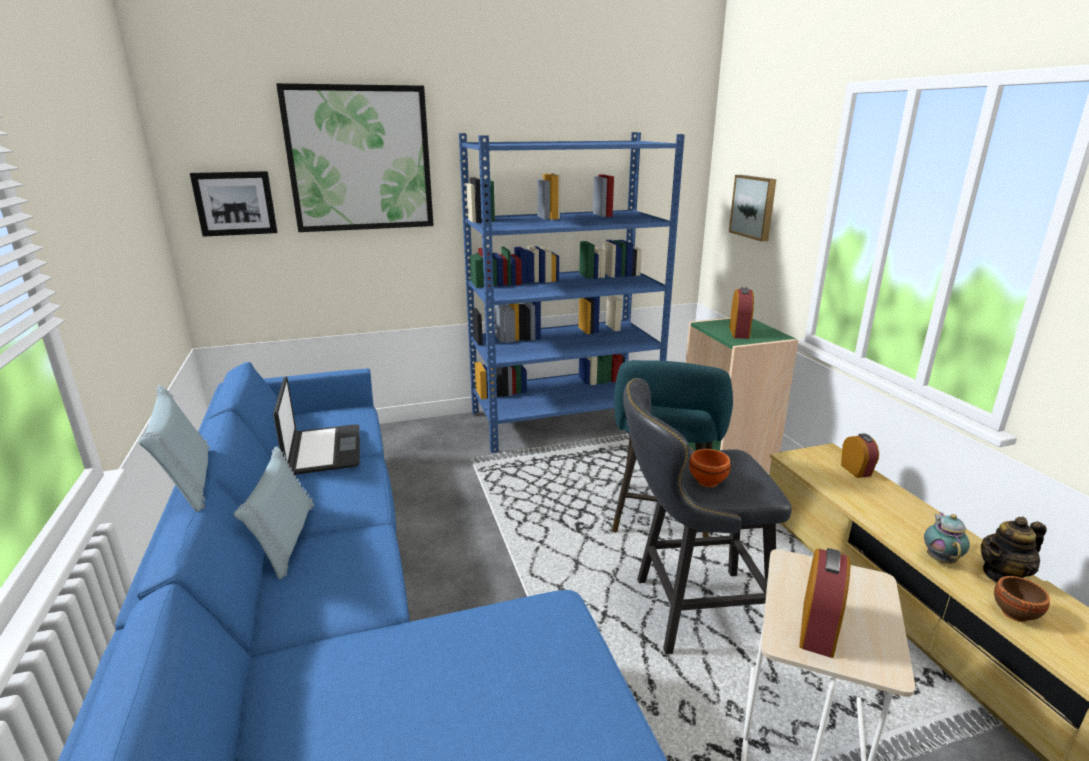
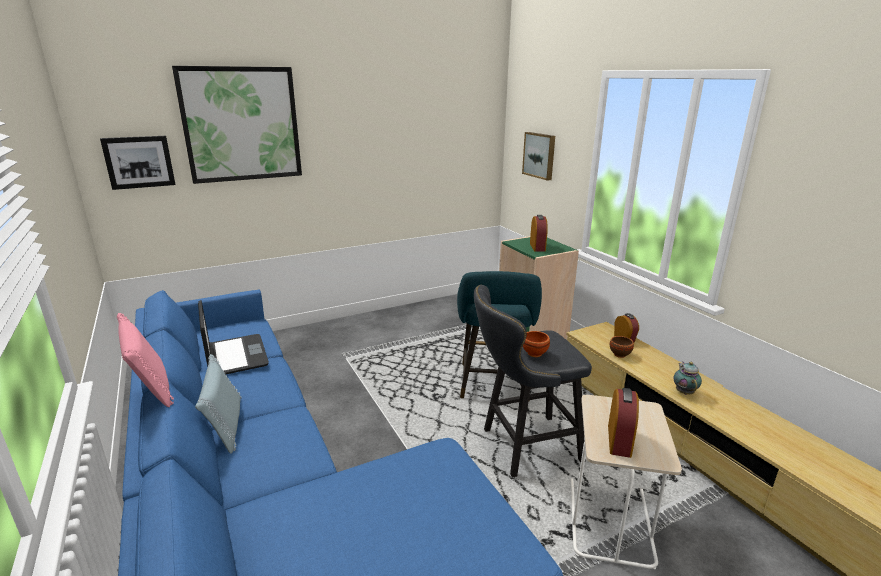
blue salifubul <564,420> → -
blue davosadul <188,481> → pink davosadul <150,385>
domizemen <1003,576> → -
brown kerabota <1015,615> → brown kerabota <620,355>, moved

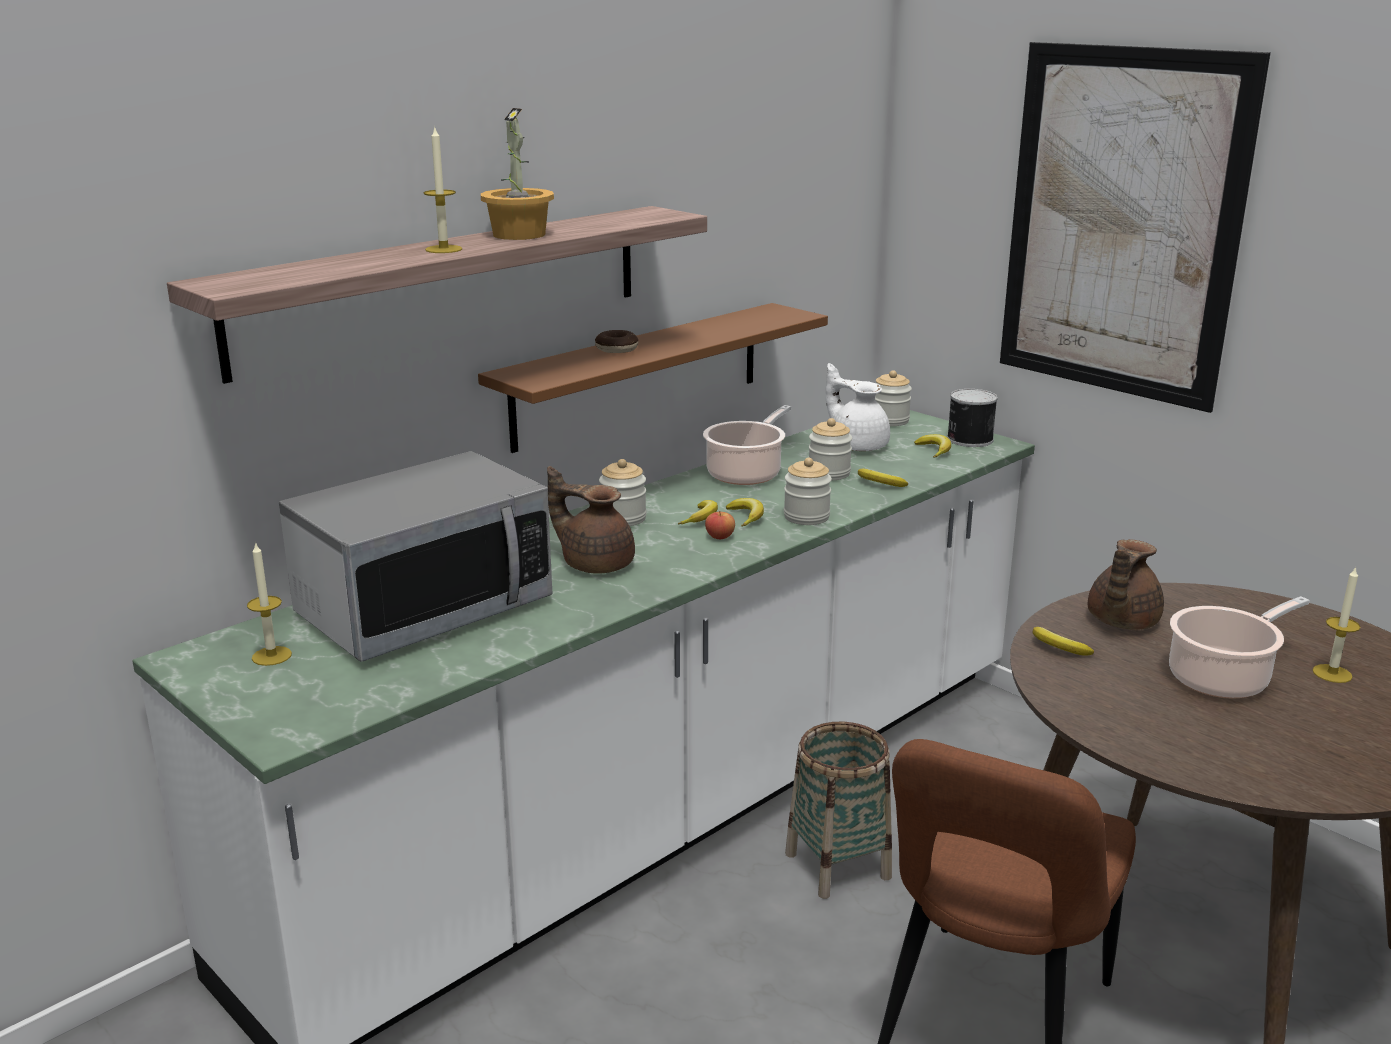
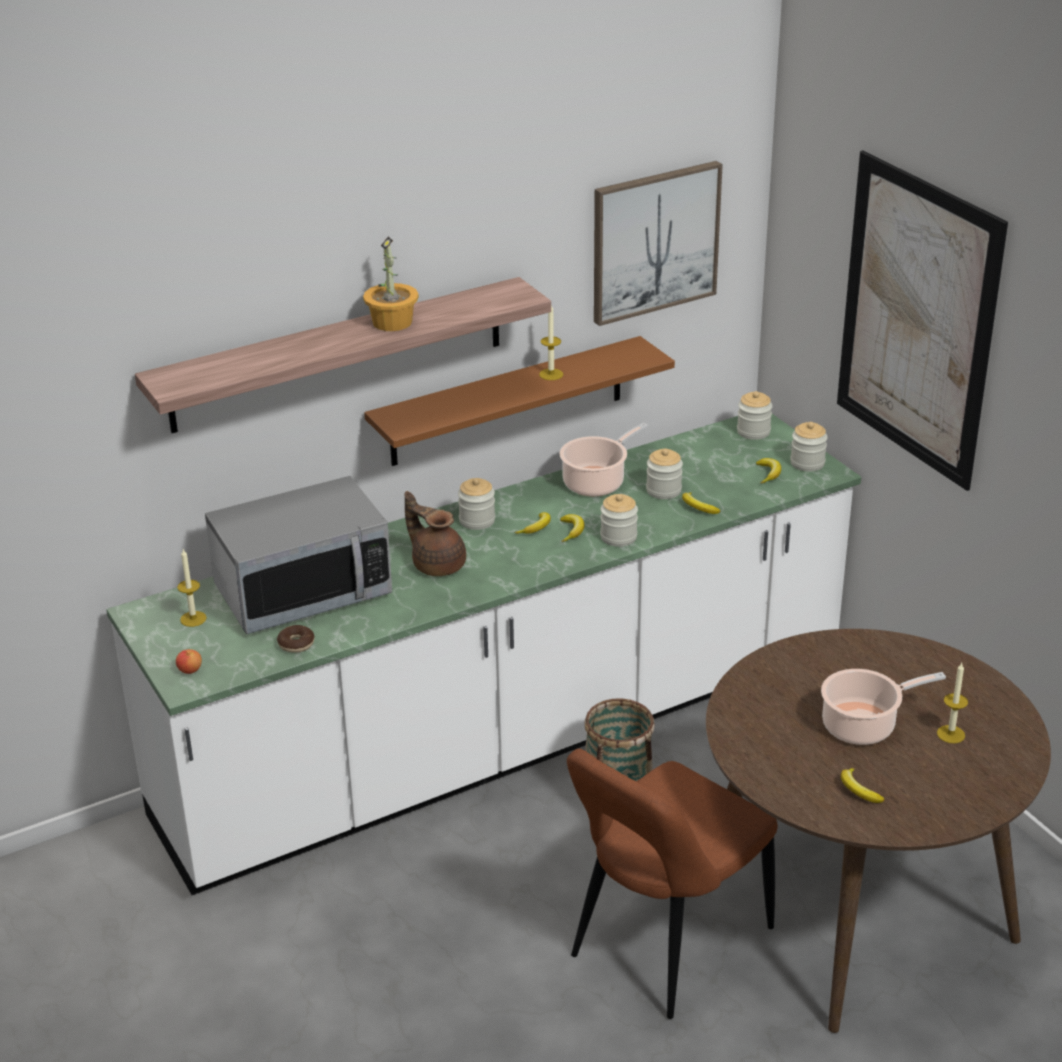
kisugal <443,249> → kisugal <551,374>, moved
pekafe <616,349> → pekafe <296,644>, moved
white domizemen <857,445> → -
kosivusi <968,439> → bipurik <807,463>
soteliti <720,537> → soteliti <190,670>, moved
brown domizemen <1120,621> → -
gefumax <1058,647> → gefumax <858,790>, moved
- → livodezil <654,241>

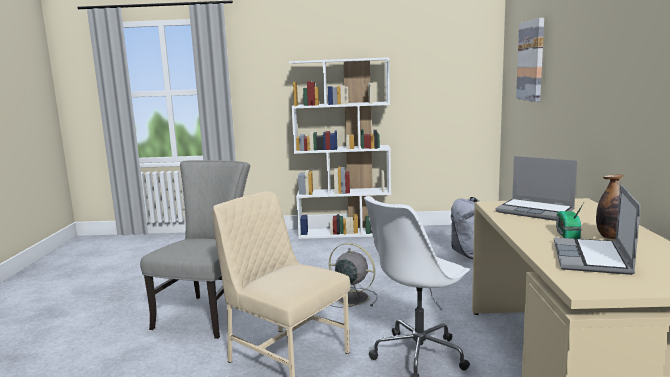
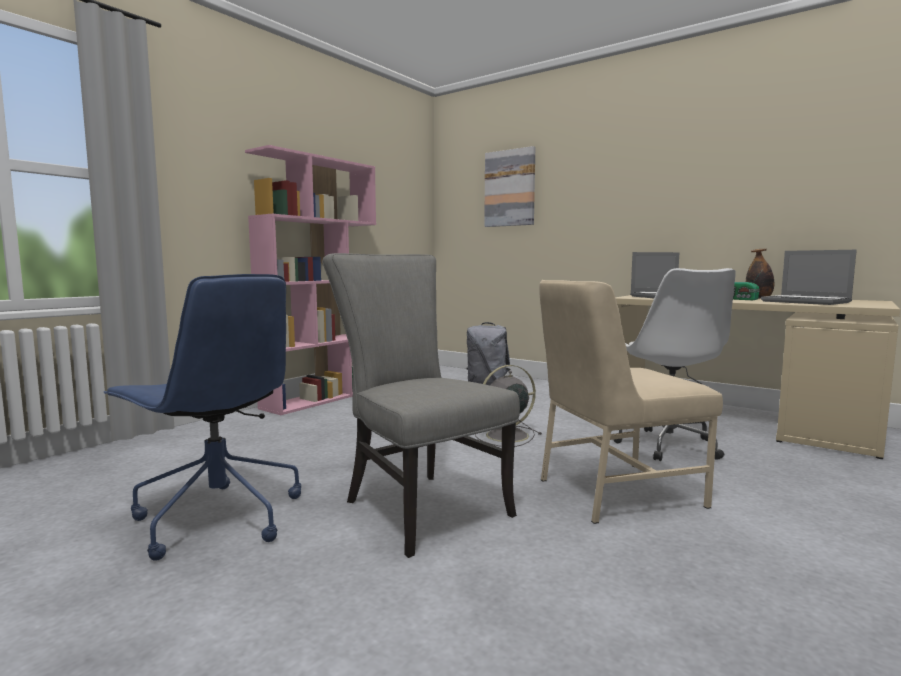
white salifubul <345,233> → pink salifubul <322,398>
- → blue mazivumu <214,517>

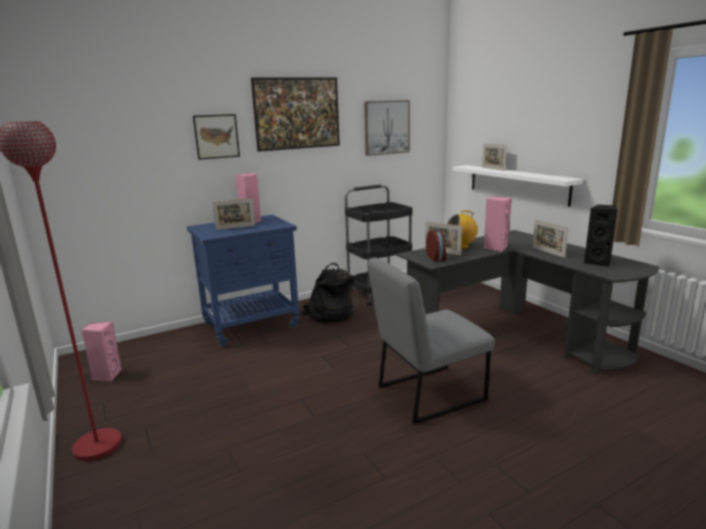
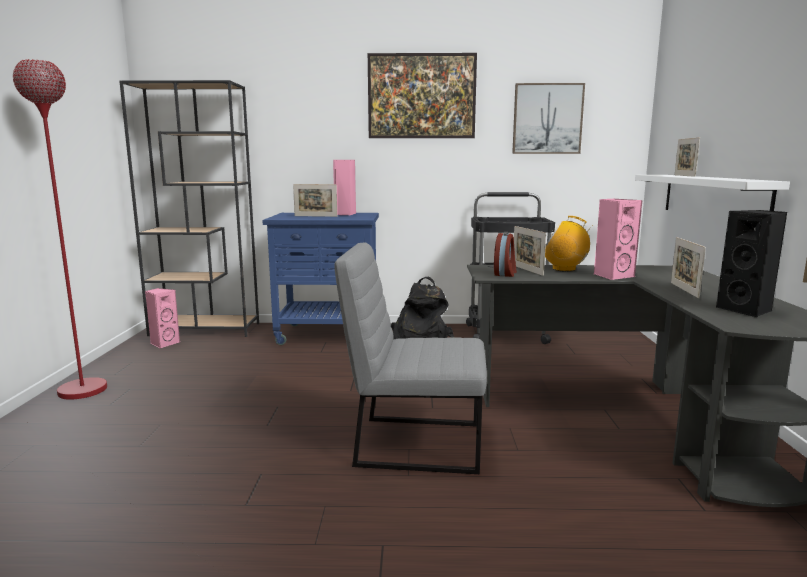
livodezil <216,136> → -
- → salifubul <206,329>

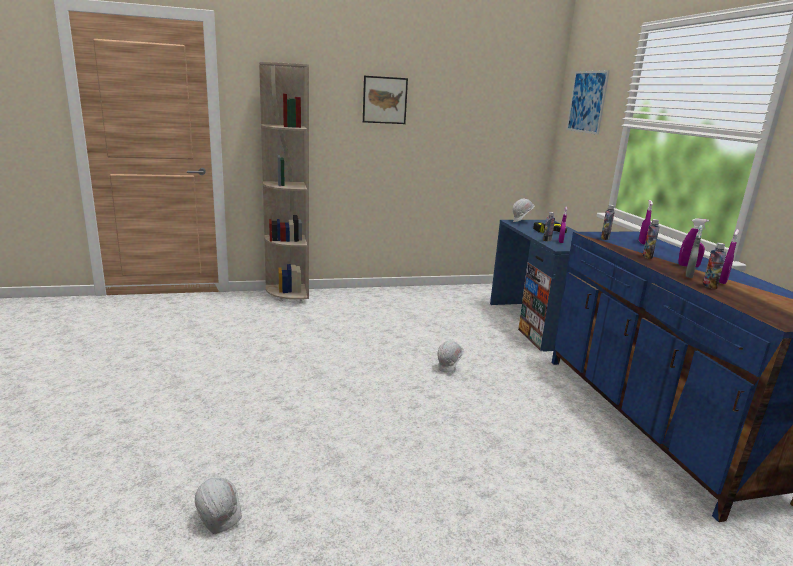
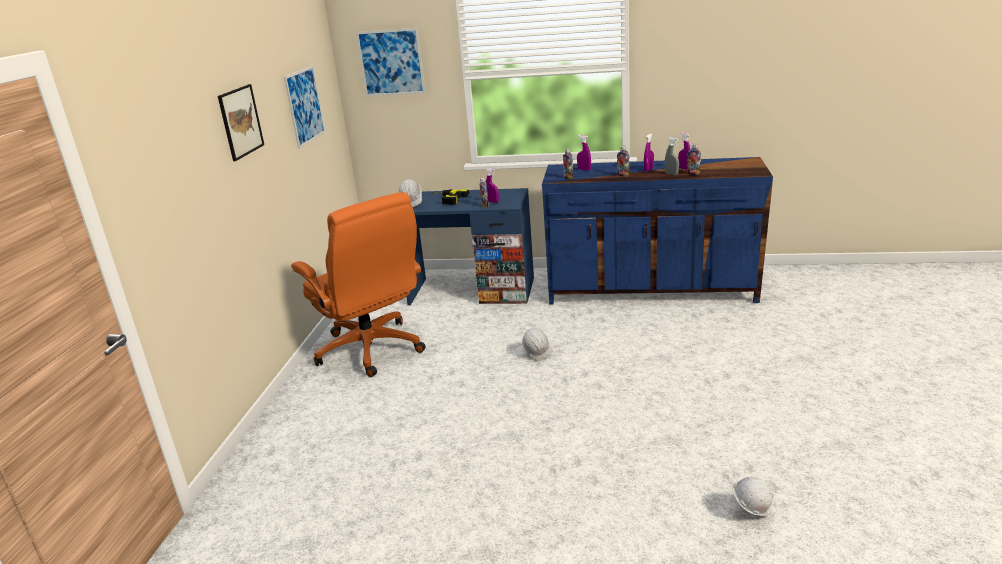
beige salifubul <288,297> → -
- → livodezil <305,106>
- → orange mazivumu <373,352>

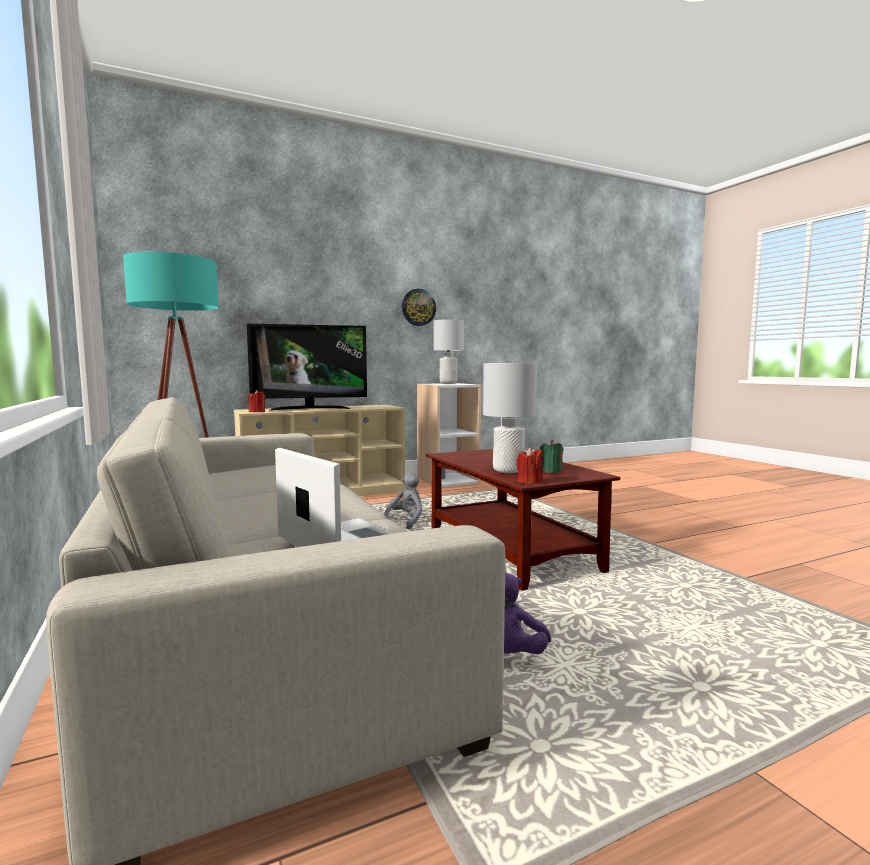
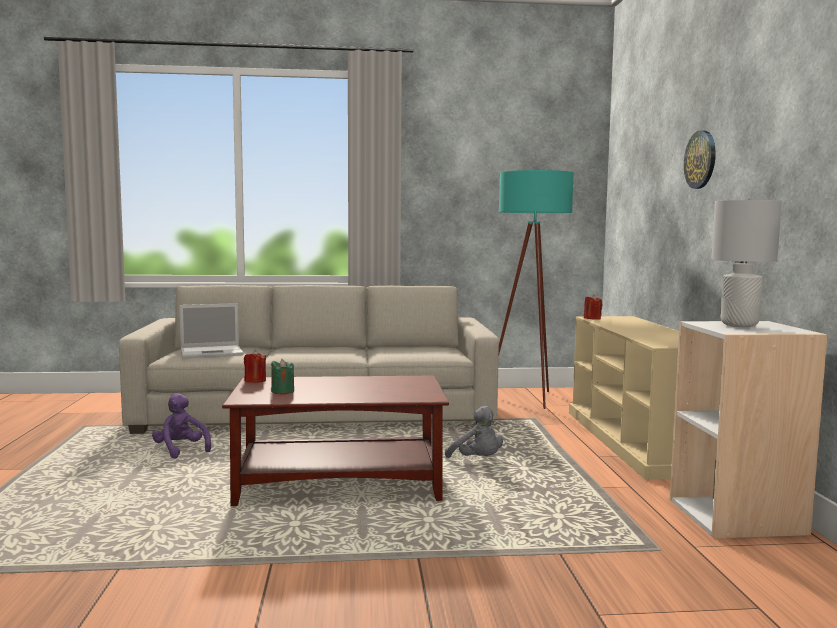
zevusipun <418,307> → zevusipun <701,159>, moved
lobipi <310,409> → -
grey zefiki <508,472> → -

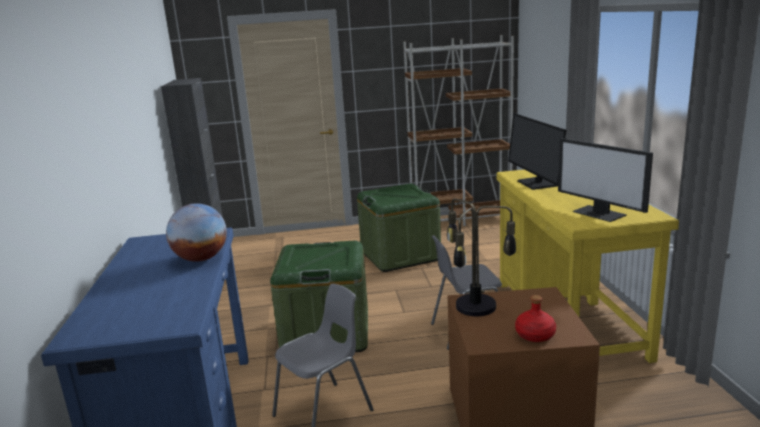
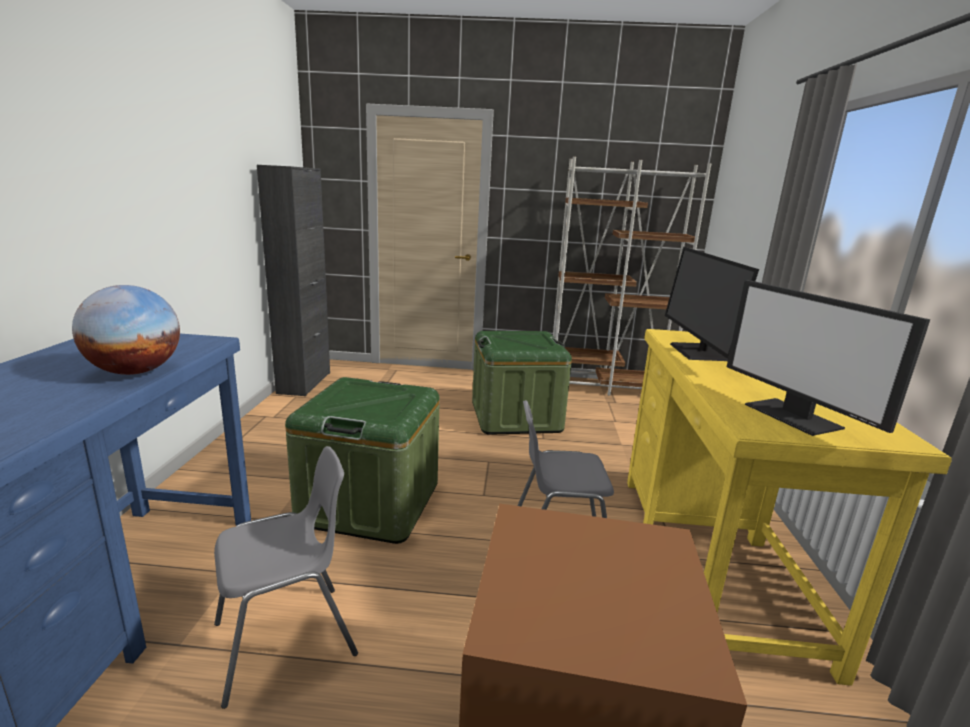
zefiki <475,307> → -
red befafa <535,335> → -

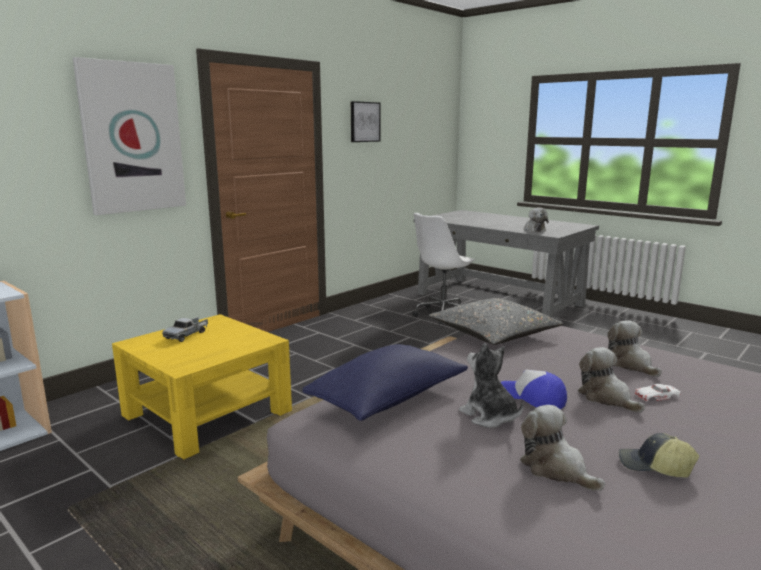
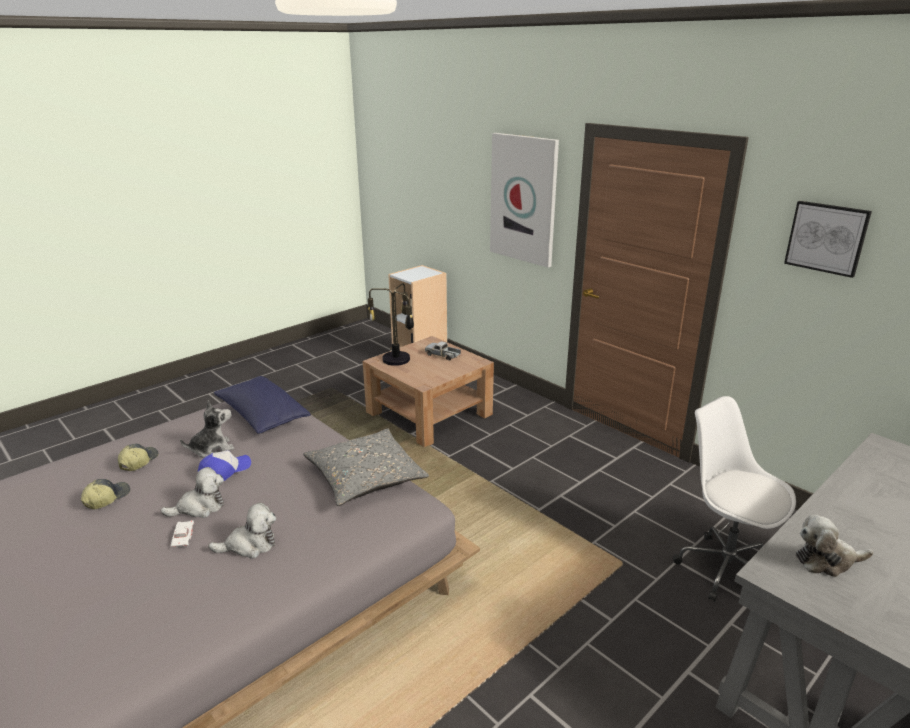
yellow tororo <207,413> → brown tororo <429,413>
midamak <556,468> → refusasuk <138,462>
- → zefiki <396,359>

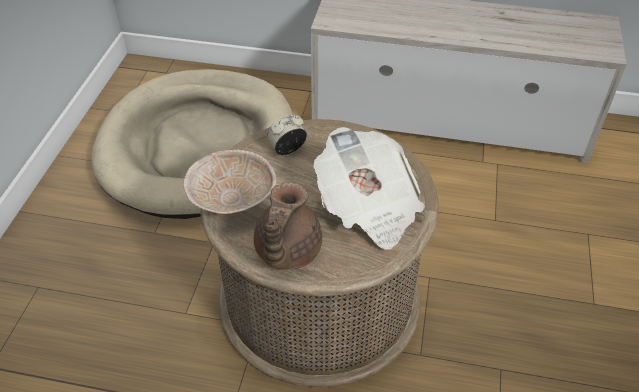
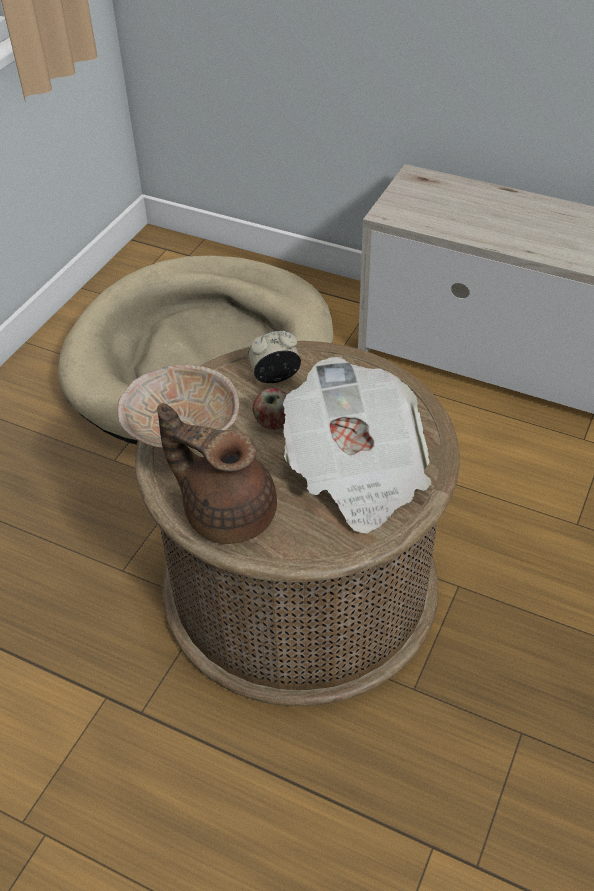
brown domizemen <286,252> → brown domizemen <227,512>, 90 degrees clockwise
- → soteliti <273,422>

